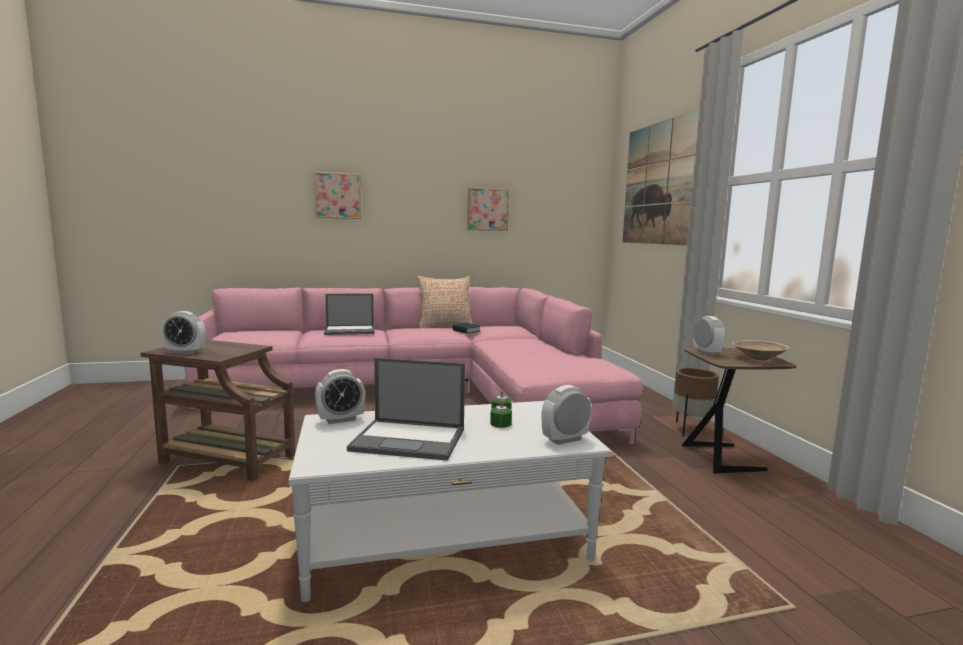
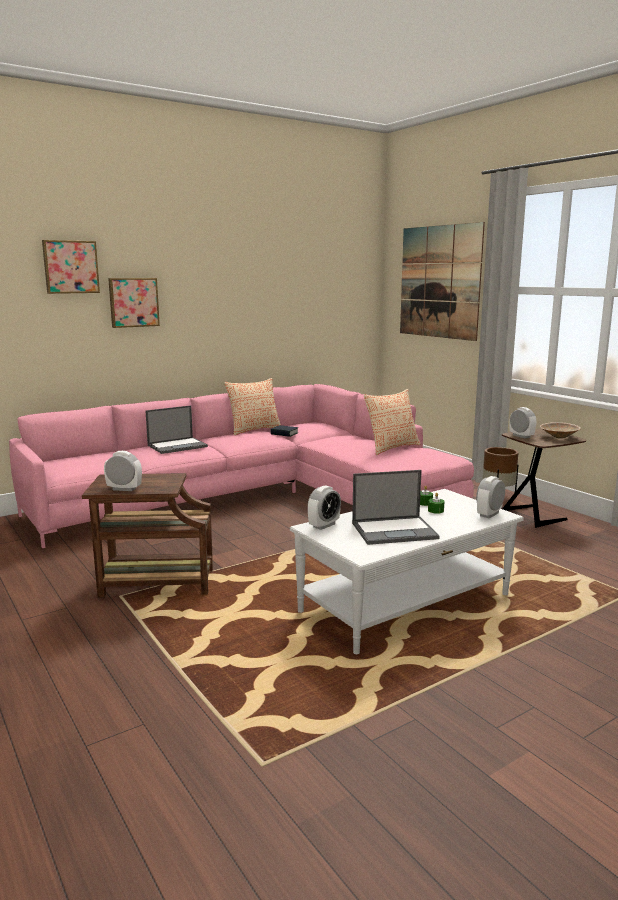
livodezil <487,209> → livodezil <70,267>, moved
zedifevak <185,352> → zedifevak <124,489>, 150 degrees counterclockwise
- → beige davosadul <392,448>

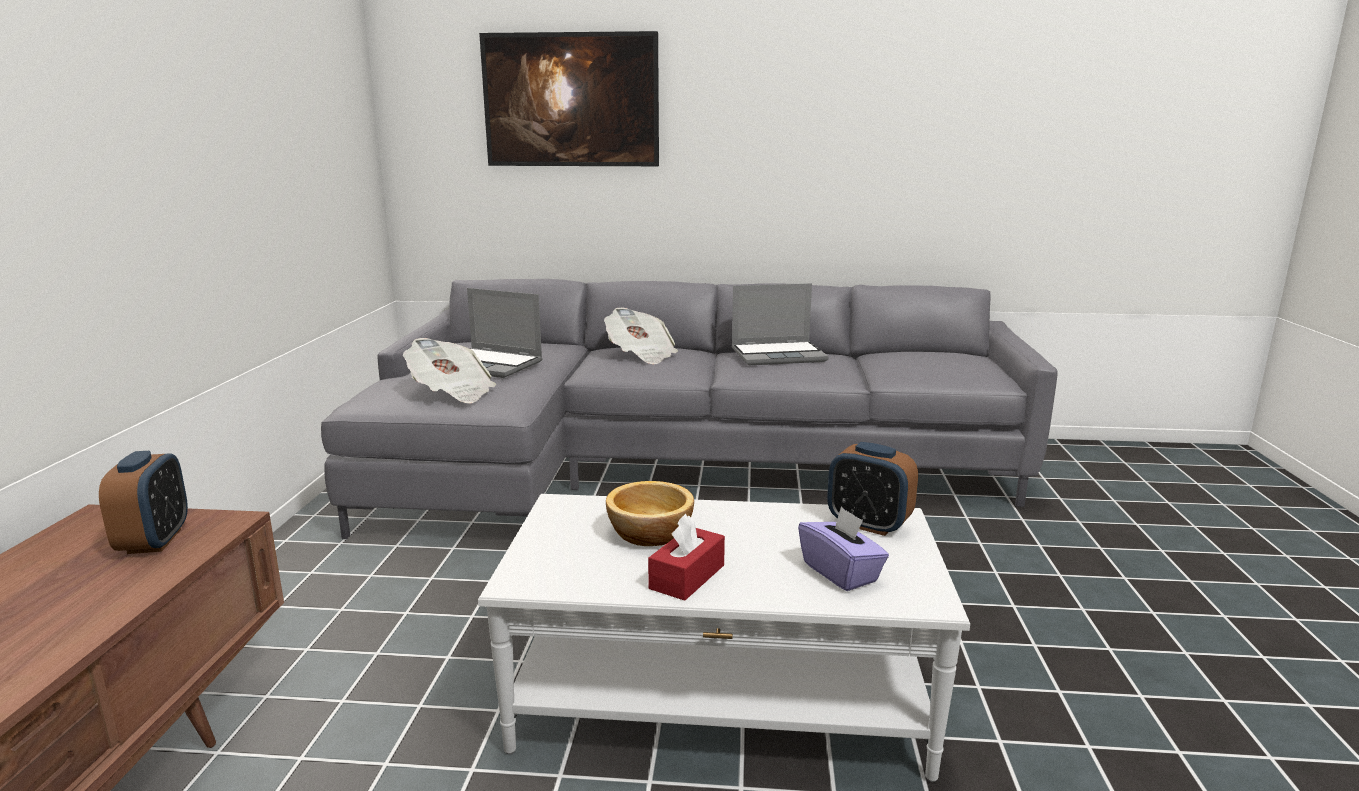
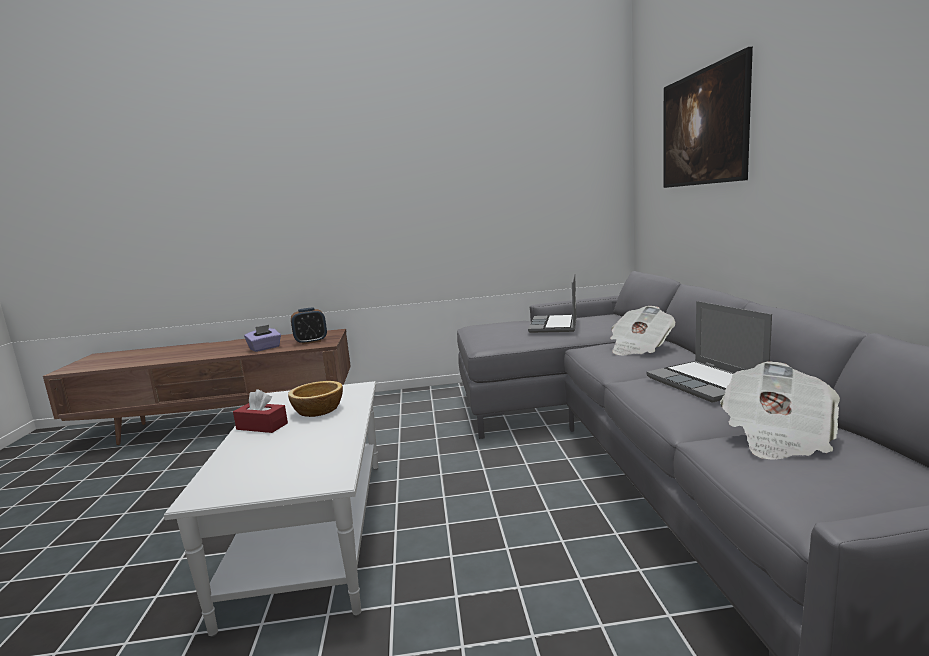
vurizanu <452,392> → vurizanu <776,437>, moved
zedifevak <868,524> → -
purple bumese <841,572> → purple bumese <265,348>, moved

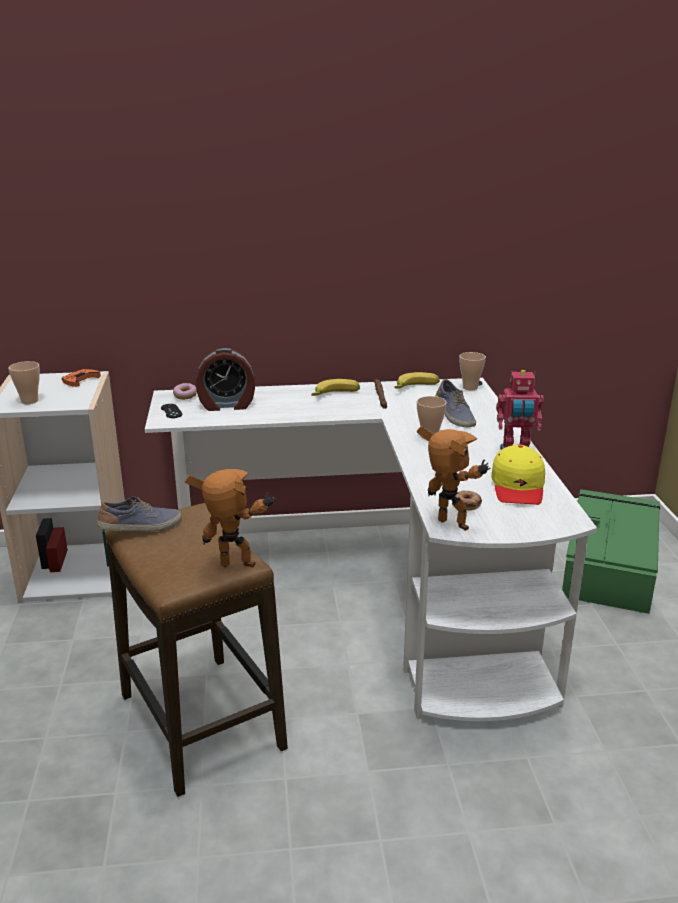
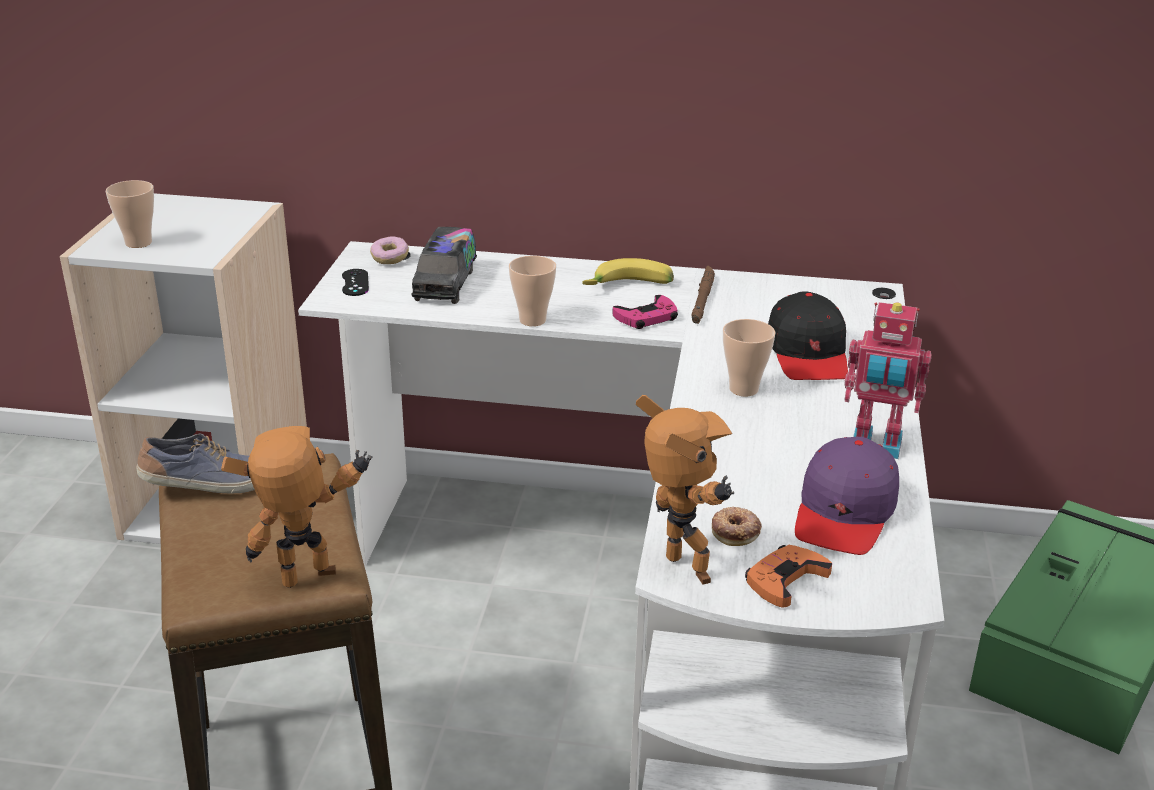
zedifevak <227,405> → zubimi <445,283>
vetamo <470,387> → vetamo <532,320>, moved
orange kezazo <80,380> → orange kezazo <785,580>, moved
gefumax <416,388> → -
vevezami <453,416> → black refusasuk <808,354>
yellow refusasuk <518,486> → purple refusasuk <845,512>
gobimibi <237,568> → gobimibi <313,583>, 45 degrees counterclockwise
- → pink kezazo <647,318>

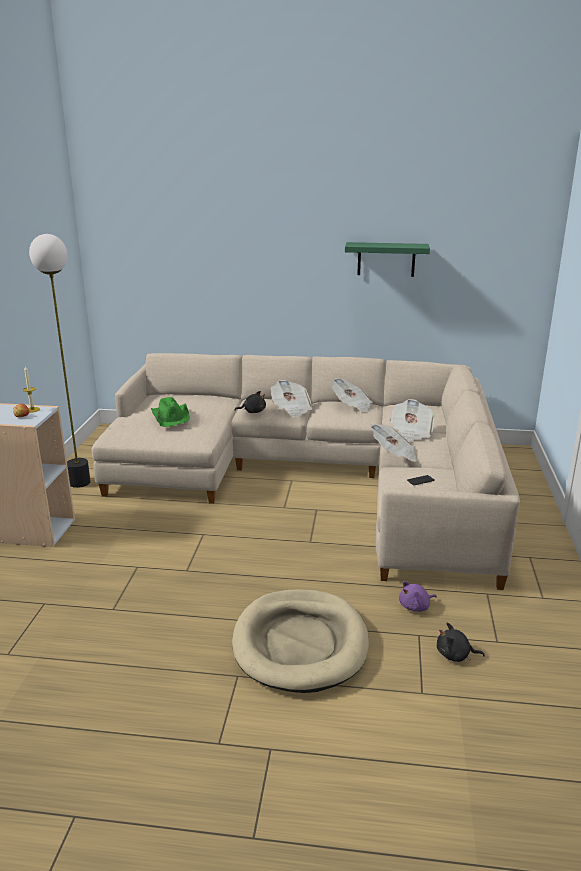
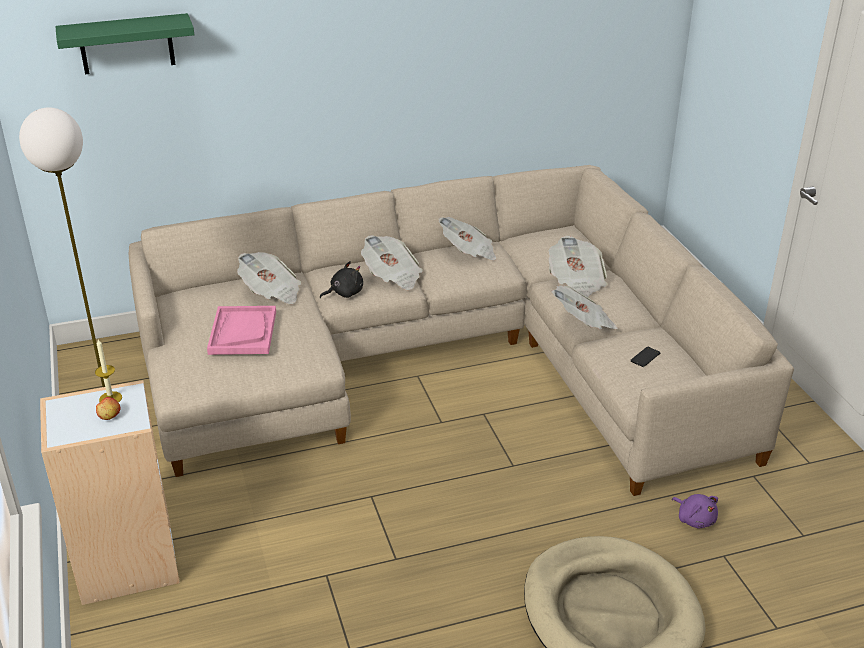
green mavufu <386,259> → green mavufu <126,44>, moved
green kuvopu <171,417> → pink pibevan <242,332>
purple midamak <415,606> → purple midamak <695,519>, 75 degrees counterclockwise
black midamak <455,655> → -
- → vurizanu <271,292>

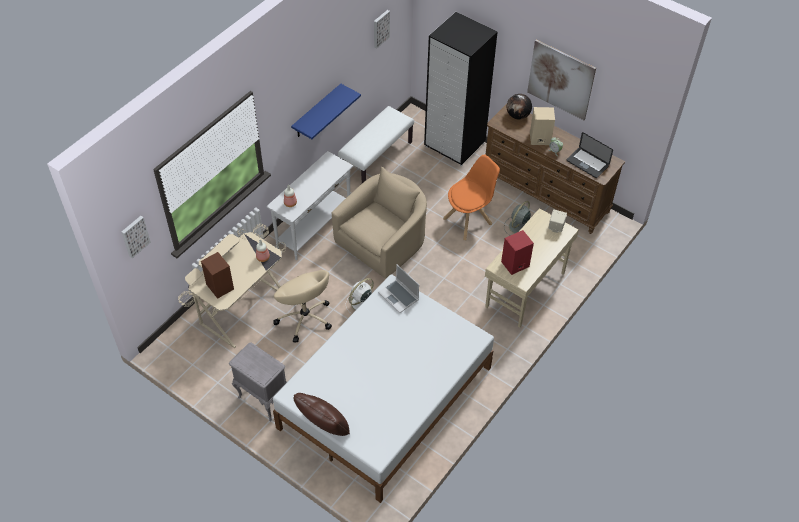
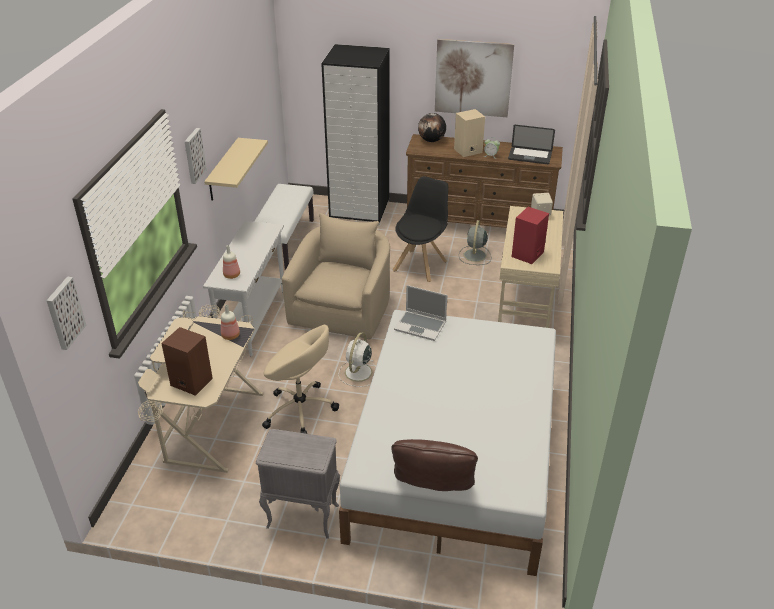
livodezil <380,28> → livodezil <193,155>, moved
blue mavufu <317,111> → beige mavufu <223,170>
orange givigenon <469,220> → black givigenon <421,264>

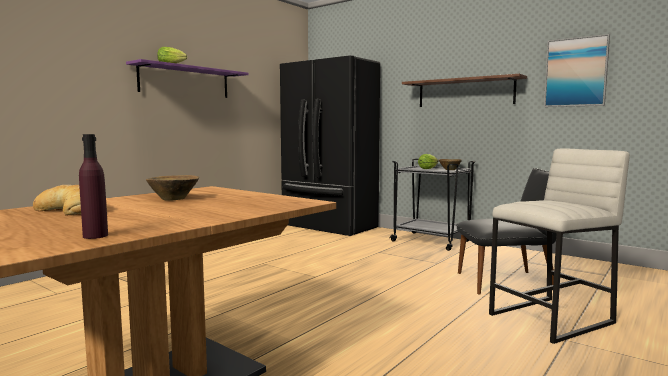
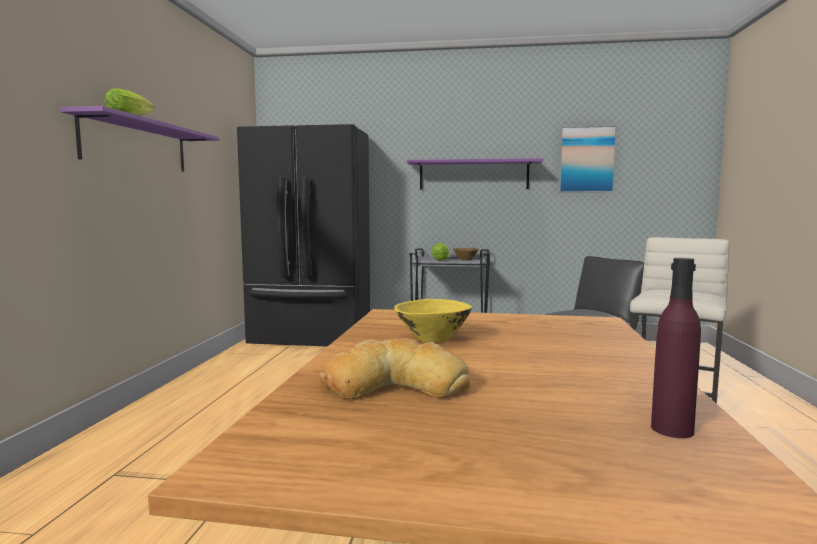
brown mavufu <465,92> → purple mavufu <473,175>
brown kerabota <174,199> → yellow kerabota <433,338>

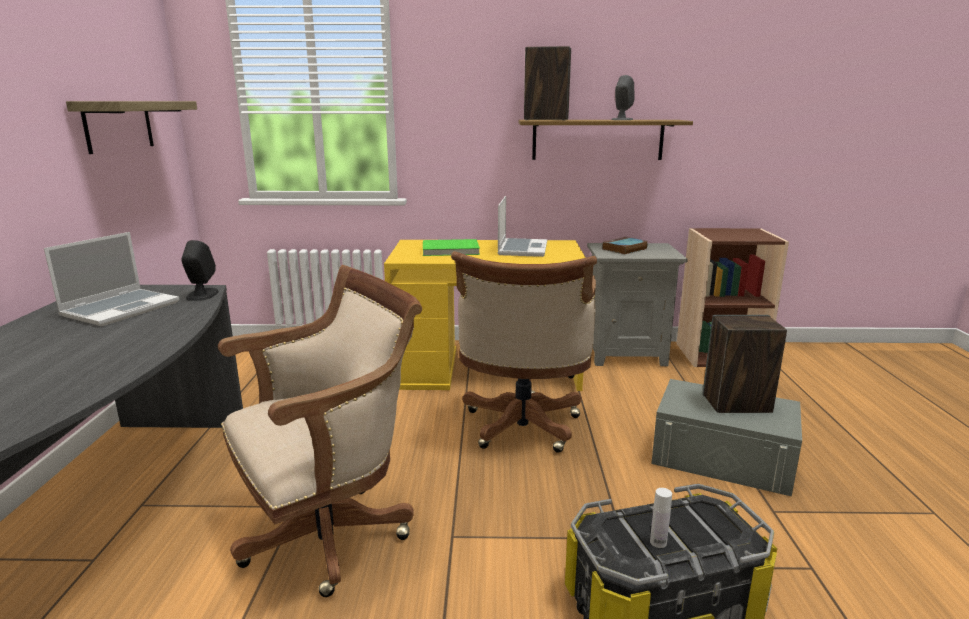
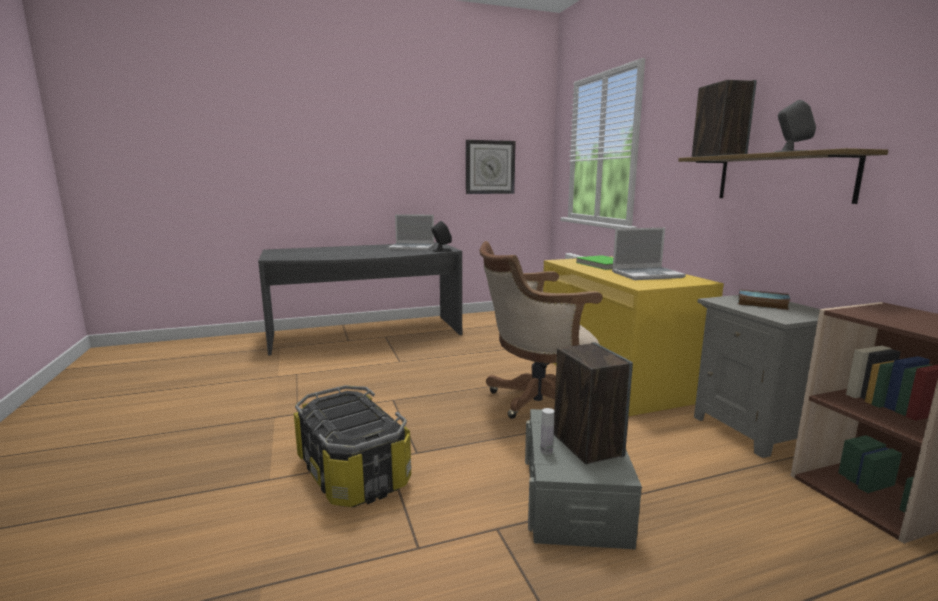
mavufu <118,125> → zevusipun <490,167>
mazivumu <332,535> → -
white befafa <658,542> → white befafa <546,451>, moved

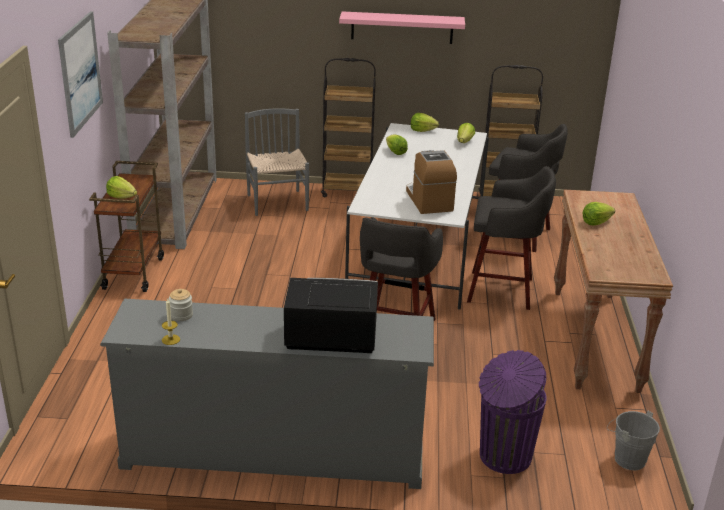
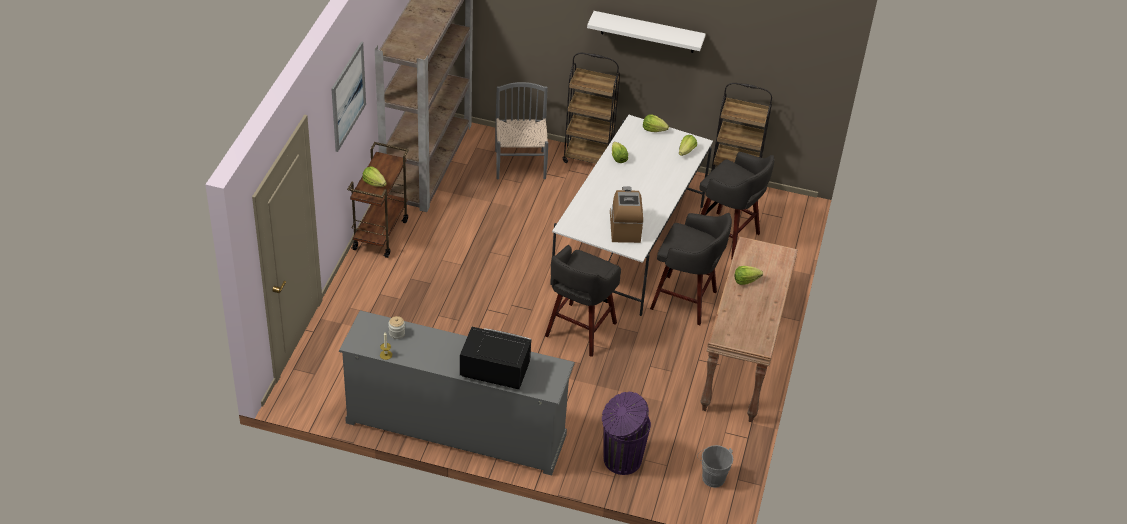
pink mavufu <402,27> → white mavufu <648,32>

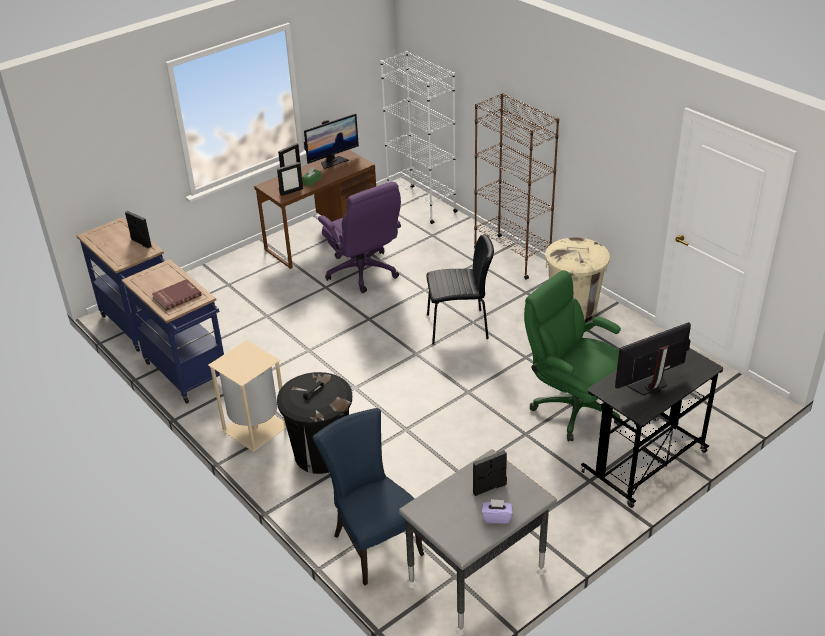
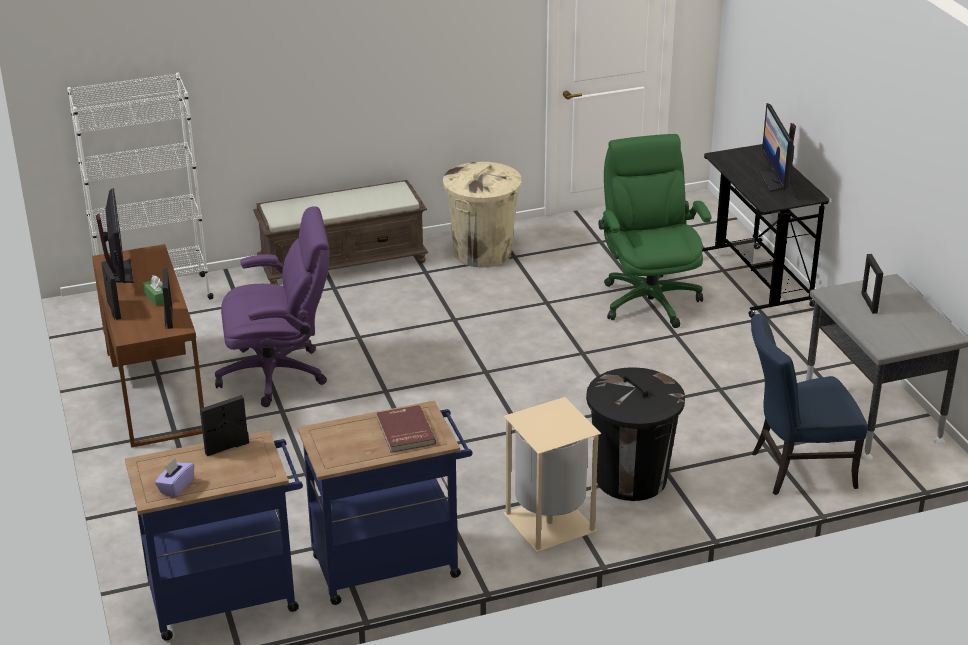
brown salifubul <512,256> → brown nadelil <343,262>
black givigenon <460,326> → -
green mazivumu <571,406> → green mazivumu <648,297>, 105 degrees clockwise
purple bumese <496,517> → purple bumese <176,487>, moved

